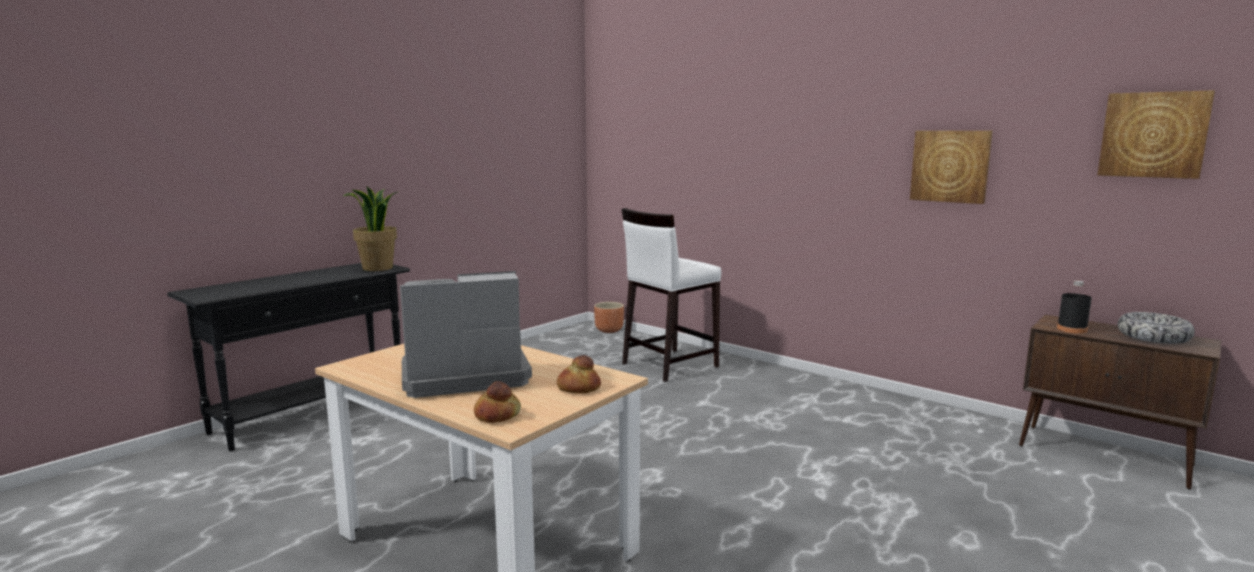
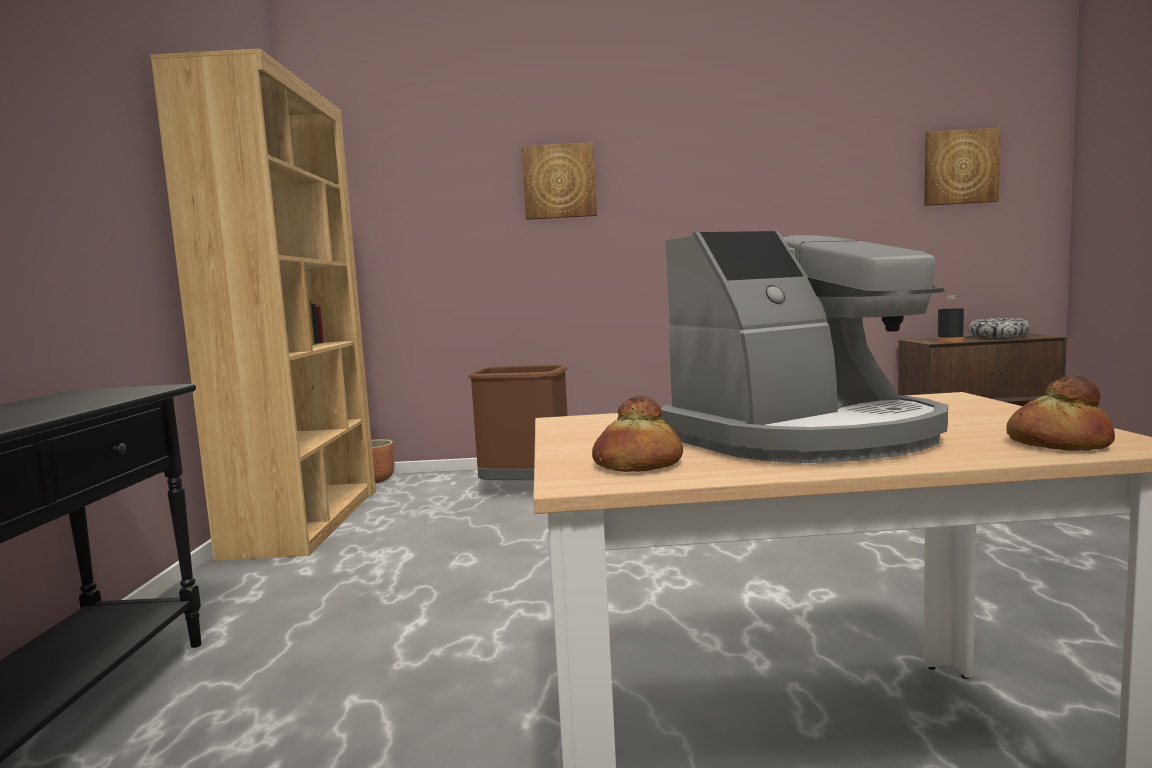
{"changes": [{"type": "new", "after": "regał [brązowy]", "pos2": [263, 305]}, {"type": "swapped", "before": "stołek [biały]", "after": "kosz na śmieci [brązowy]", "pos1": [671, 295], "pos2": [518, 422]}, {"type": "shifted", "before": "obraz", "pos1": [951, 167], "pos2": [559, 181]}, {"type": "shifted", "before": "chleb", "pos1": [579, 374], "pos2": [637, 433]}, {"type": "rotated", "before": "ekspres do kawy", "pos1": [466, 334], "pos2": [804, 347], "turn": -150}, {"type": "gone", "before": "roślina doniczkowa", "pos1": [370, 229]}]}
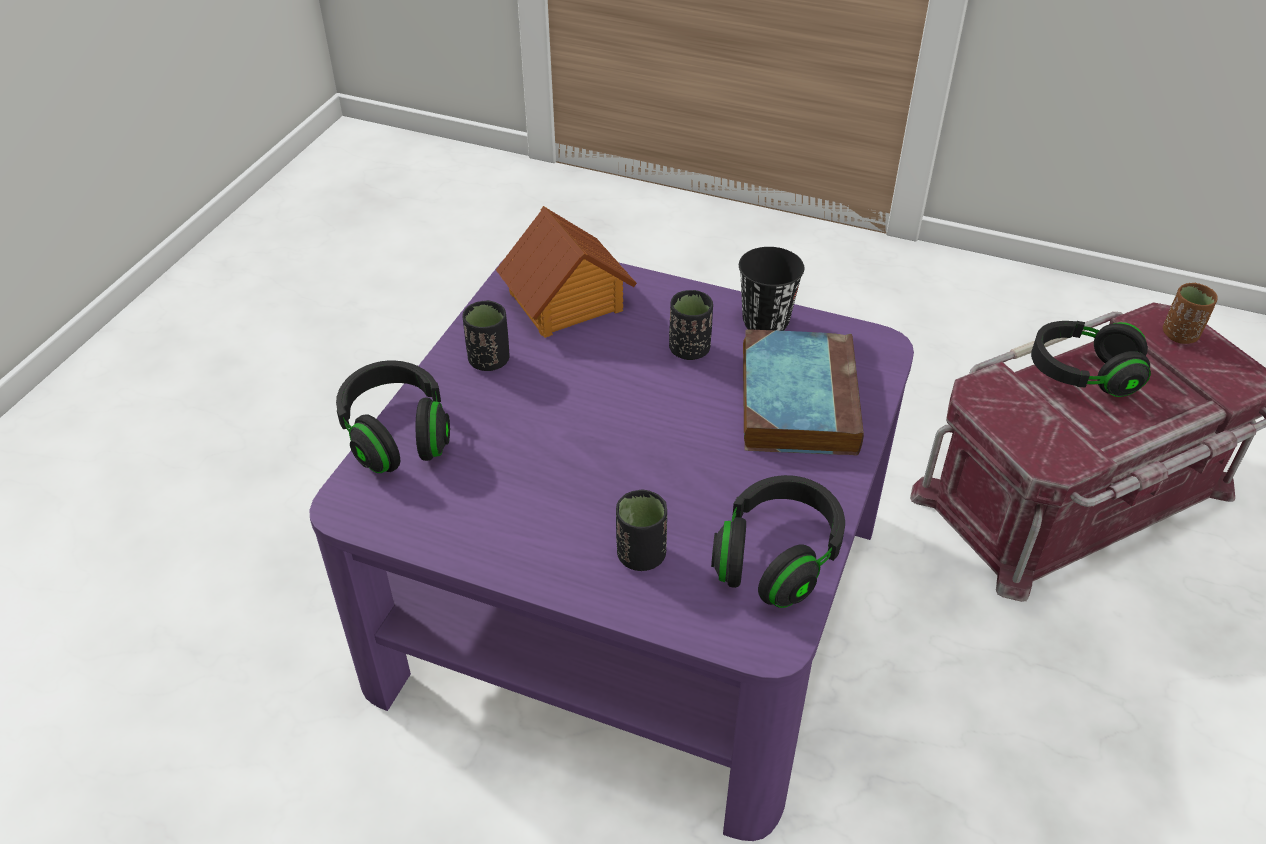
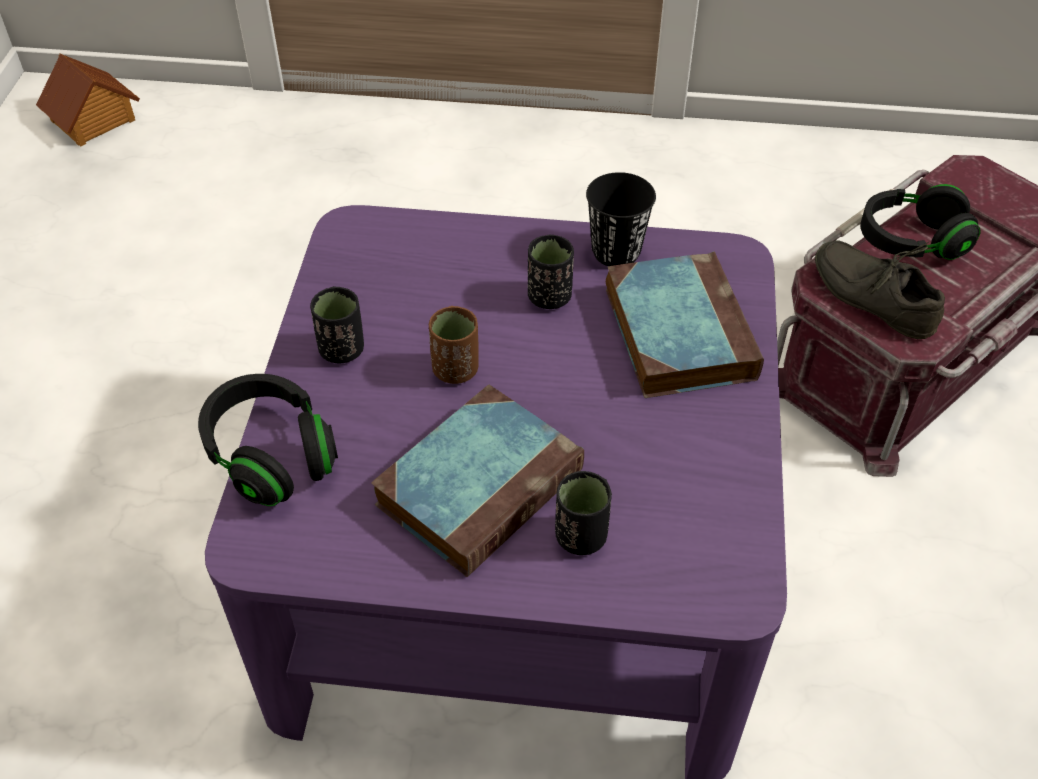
{"changes": [{"type": "shifted", "before": "domek", "pos1": [566, 272], "pos2": [88, 100]}, {"type": "new", "after": "książka", "pos2": [477, 481]}, {"type": "shifted", "before": "filiżanka [brązowy]", "pos1": [1190, 313], "pos2": [454, 345]}, {"type": "new", "after": "but [szary]", "pos2": [880, 289]}, {"type": "gone", "before": "słuchawki [czarny]", "pos1": [778, 541]}]}
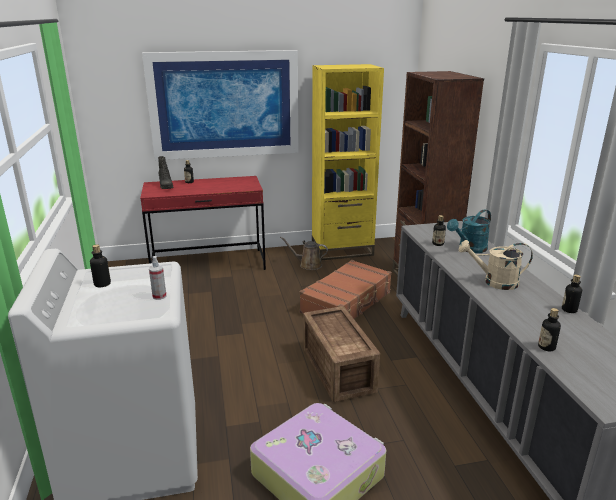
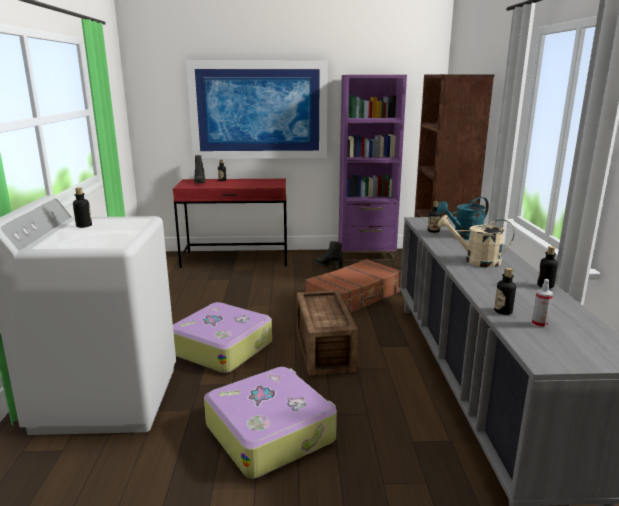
{"changes": [{"type": "new", "after": "walizka", "pos2": [222, 337]}, {"type": "swapped", "before": "konewka [brązowy]", "after": "but z cholewką [czarny]", "pos1": [304, 253], "pos2": [328, 254]}, {"type": "repainted", "before": "regał [żółty]", "after": "regał [fioletowy]", "pos1": [348, 162], "pos2": [372, 169]}, {"type": "shifted", "before": "spryskiwacz", "pos1": [158, 278], "pos2": [542, 303]}]}
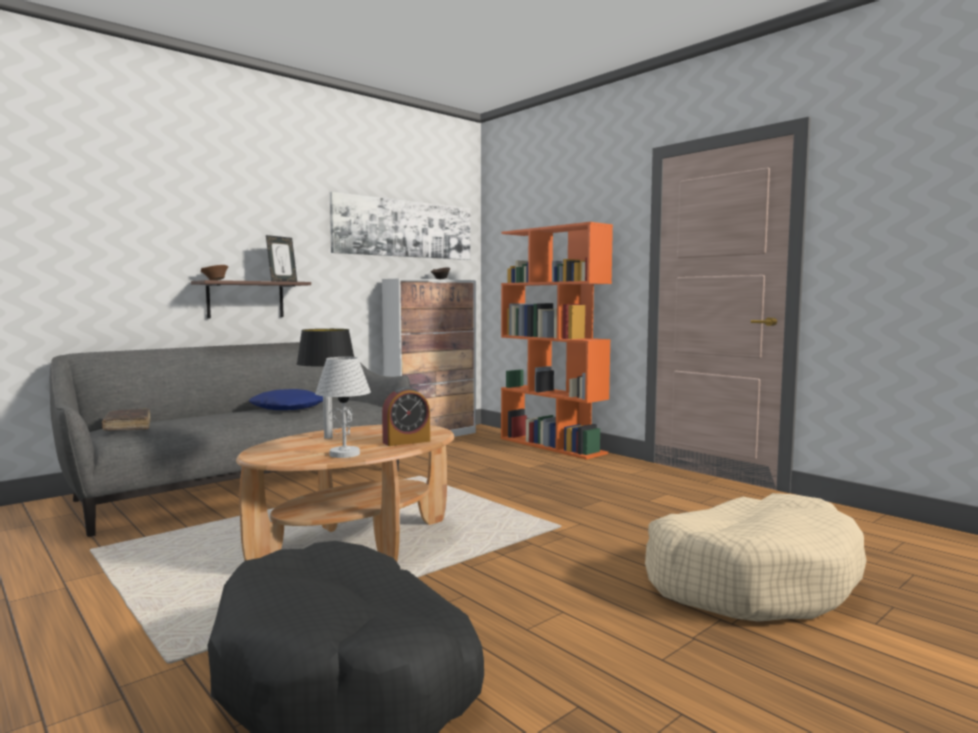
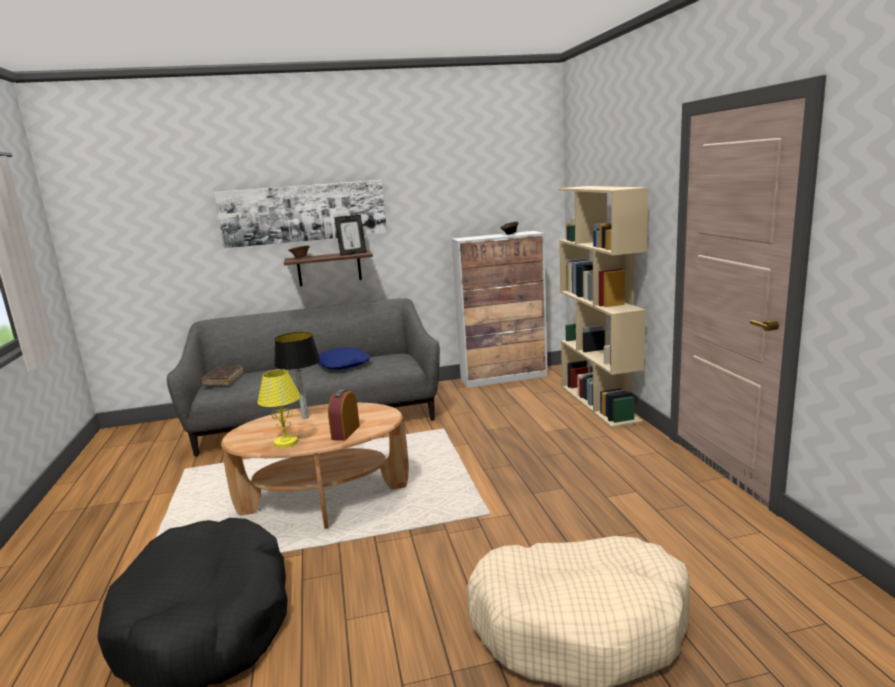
{"changes": [{"type": "shifted", "before": "obraz", "pos1": [400, 226], "pos2": [300, 214]}, {"type": "repainted", "before": "lampa stołowa [biały]", "after": "lampa stołowa [żółty]", "pos1": [343, 407], "pos2": [279, 408]}, {"type": "rotated", "before": "budzik", "pos1": [406, 416], "pos2": [344, 415], "turn": 105}, {"type": "repainted", "before": "regał [pomarańczowy]", "after": "regał [beżowy]", "pos1": [557, 340], "pos2": [603, 307]}]}
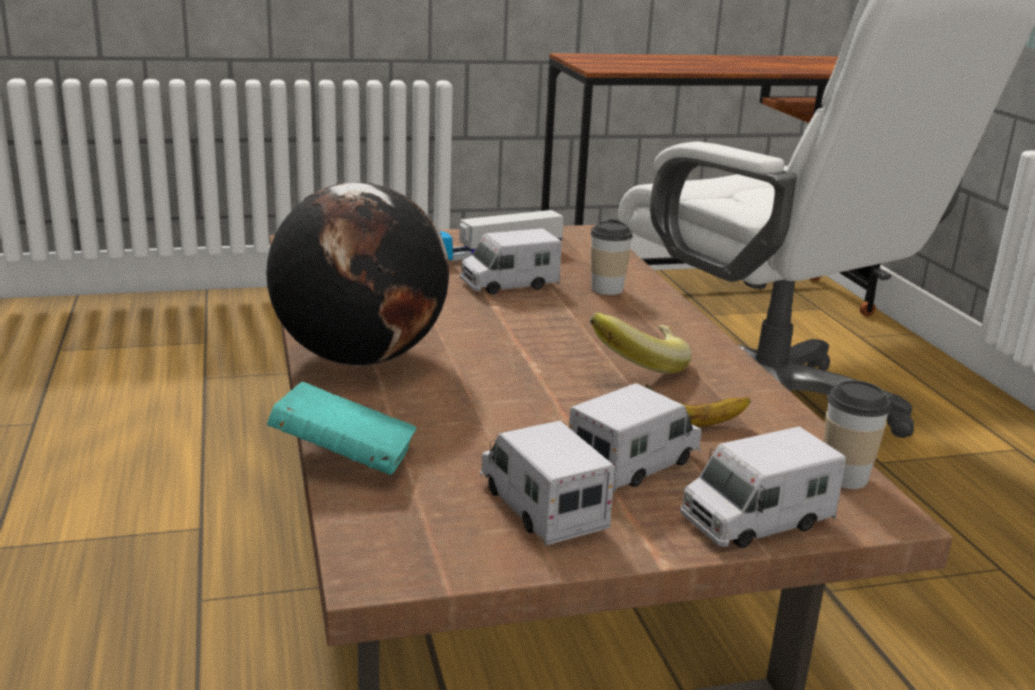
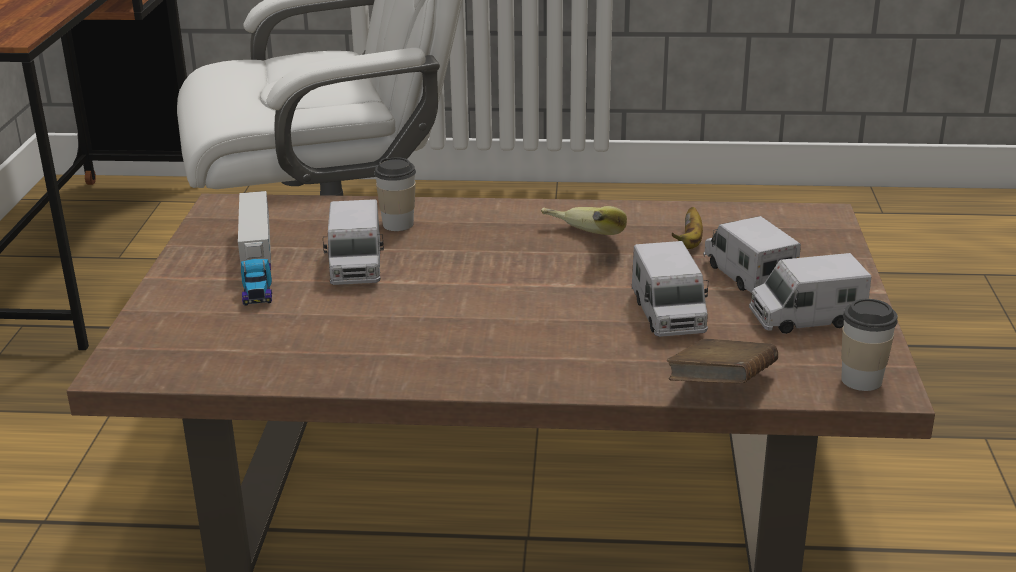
{"changes": [{"type": "shifted", "before": "ciężarówka zabawkowa", "pos1": [763, 487], "pos2": [670, 289]}, {"type": "repainted", "before": "książka [turkusowy]", "after": "książka [brązowy]", "pos1": [342, 428], "pos2": [722, 361]}, {"type": "shifted", "before": "filiżanka", "pos1": [857, 434], "pos2": [869, 345]}, {"type": "gone", "before": "globus", "pos1": [357, 274]}]}
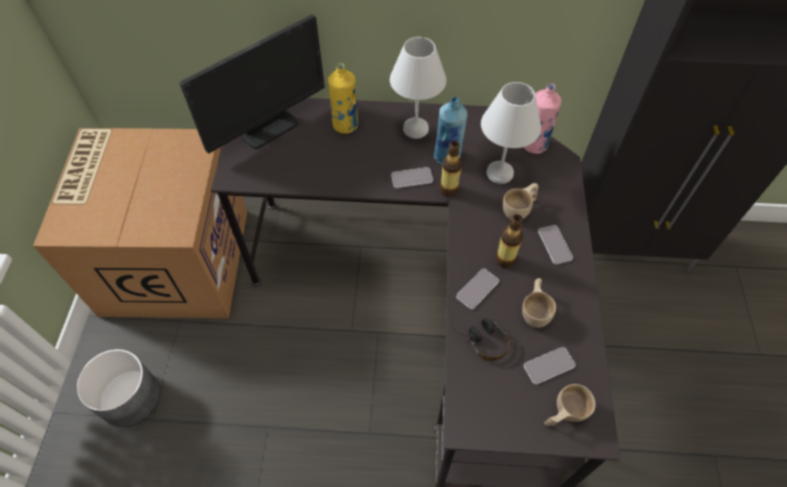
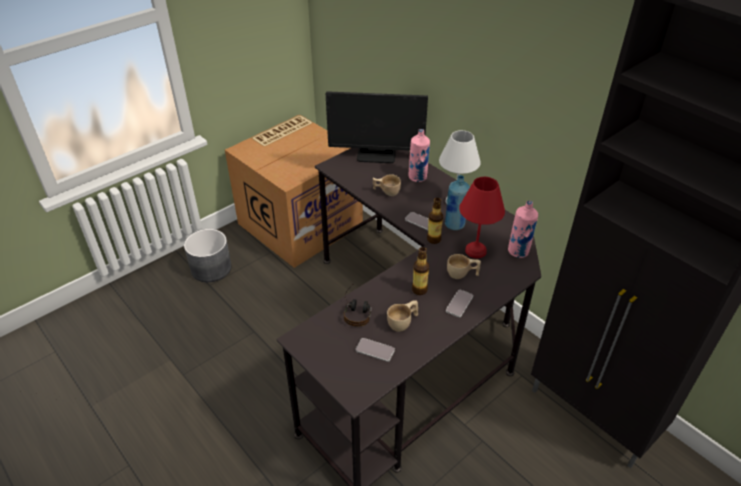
{"changes": [{"type": "shifted", "before": "filiżanka [beżowy]", "pos1": [570, 405], "pos2": [387, 185]}, {"type": "repainted", "before": "butelka [żółty]", "after": "butelka [różowy]", "pos1": [343, 98], "pos2": [419, 155]}, {"type": "repainted", "before": "lampa stołowa [biały]", "after": "lampa stołowa [czerwony]", "pos1": [511, 133], "pos2": [482, 217]}, {"type": "gone", "before": "telefon", "pos1": [477, 289]}]}
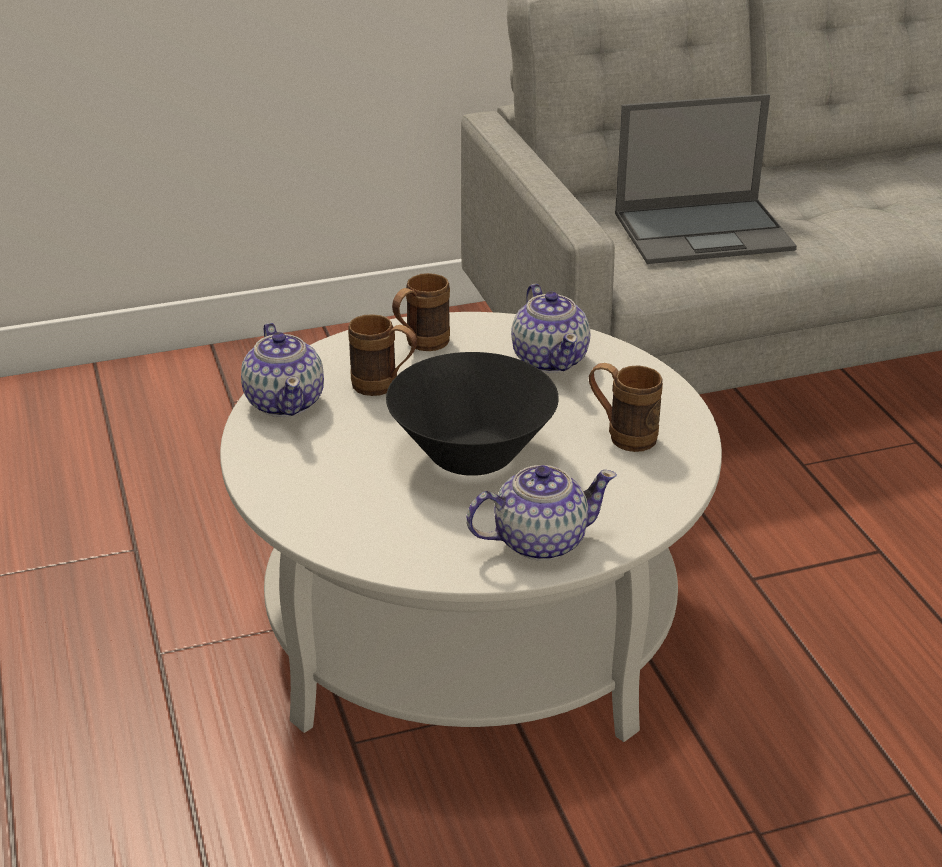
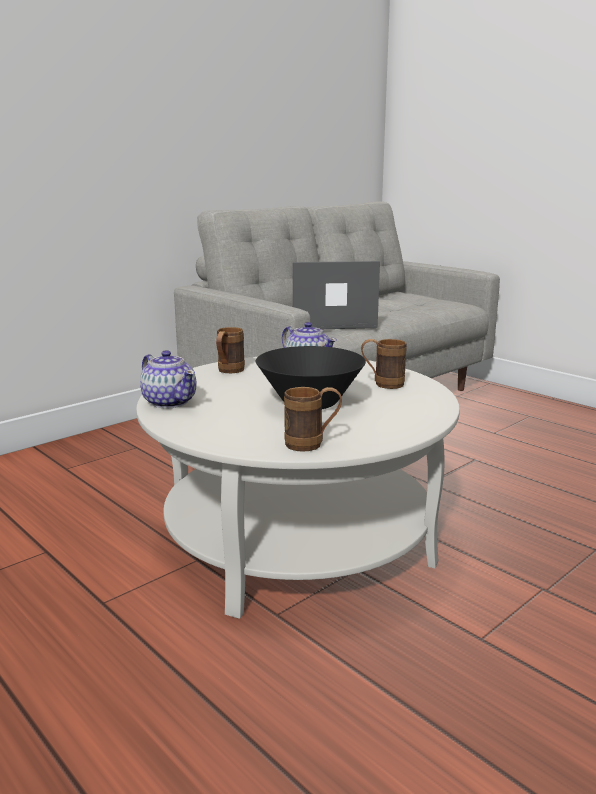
{"changes": [{"type": "shifted", "before": "kubek [brązowy]", "pos1": [382, 355], "pos2": [313, 419]}, {"type": "rotated", "before": "laptop", "pos1": [706, 179], "pos2": [336, 295], "turn": -150}, {"type": "gone", "before": "imbryk", "pos1": [541, 513]}]}
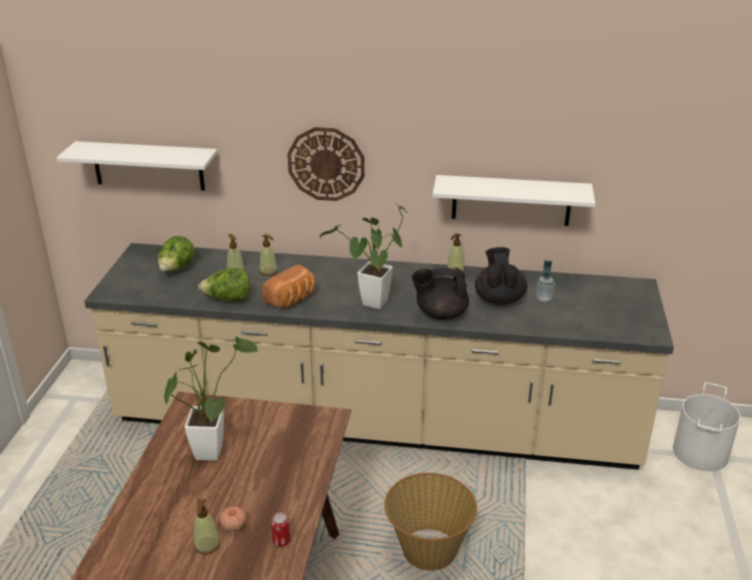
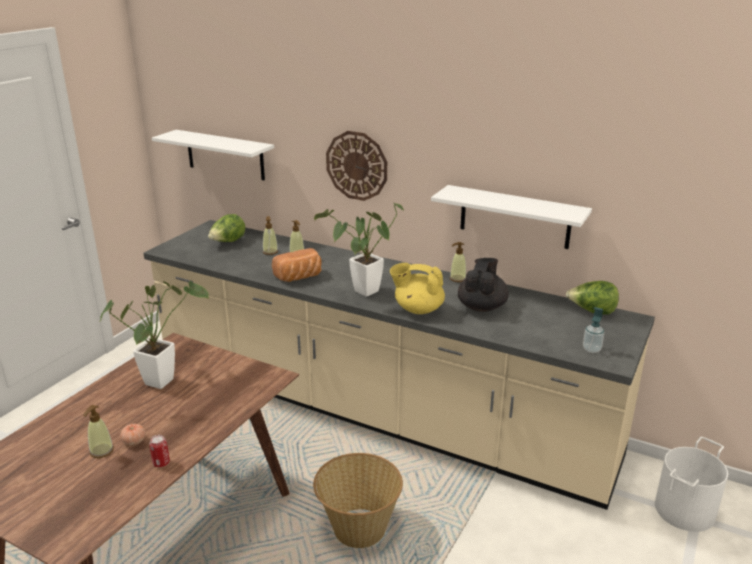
{"changes": [{"type": "repainted", "before": "imbryk [czarny]", "after": "imbryk [żółty]", "pos1": [440, 294], "pos2": [417, 288]}, {"type": "shifted", "before": "sałata", "pos1": [224, 285], "pos2": [592, 297]}, {"type": "shifted", "before": "dozownik mydła", "pos1": [545, 281], "pos2": [593, 330]}]}
